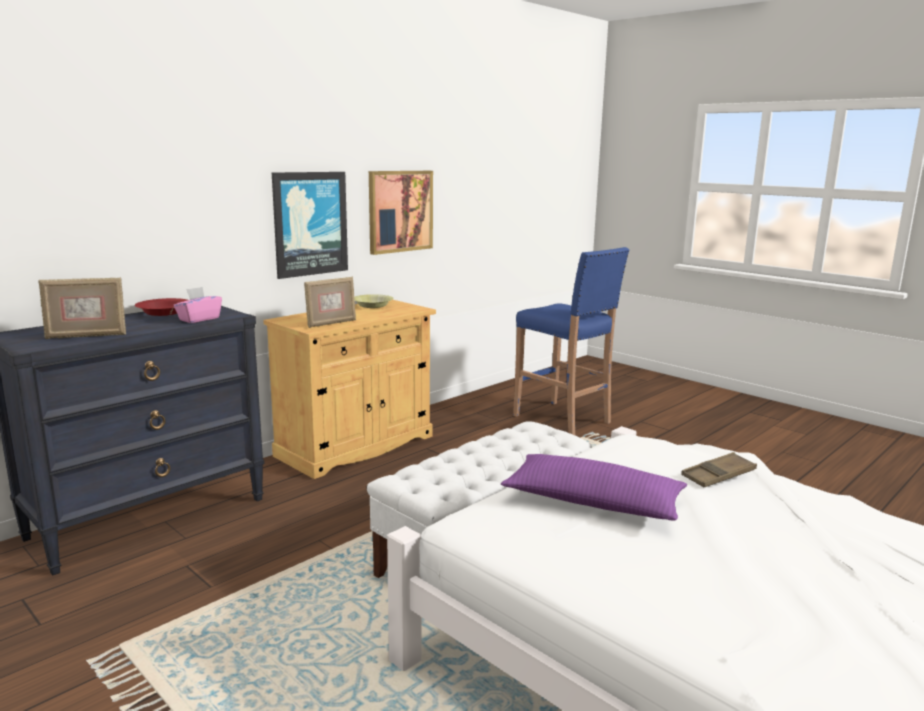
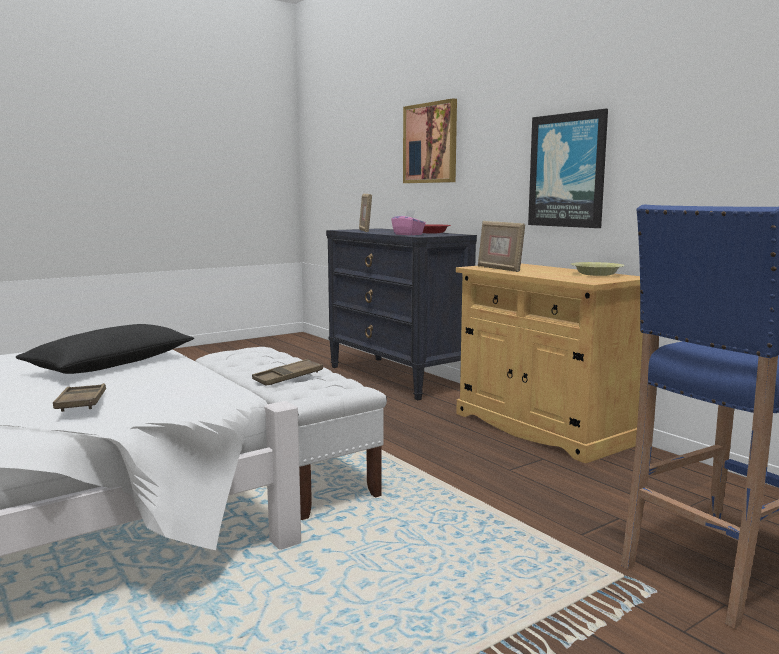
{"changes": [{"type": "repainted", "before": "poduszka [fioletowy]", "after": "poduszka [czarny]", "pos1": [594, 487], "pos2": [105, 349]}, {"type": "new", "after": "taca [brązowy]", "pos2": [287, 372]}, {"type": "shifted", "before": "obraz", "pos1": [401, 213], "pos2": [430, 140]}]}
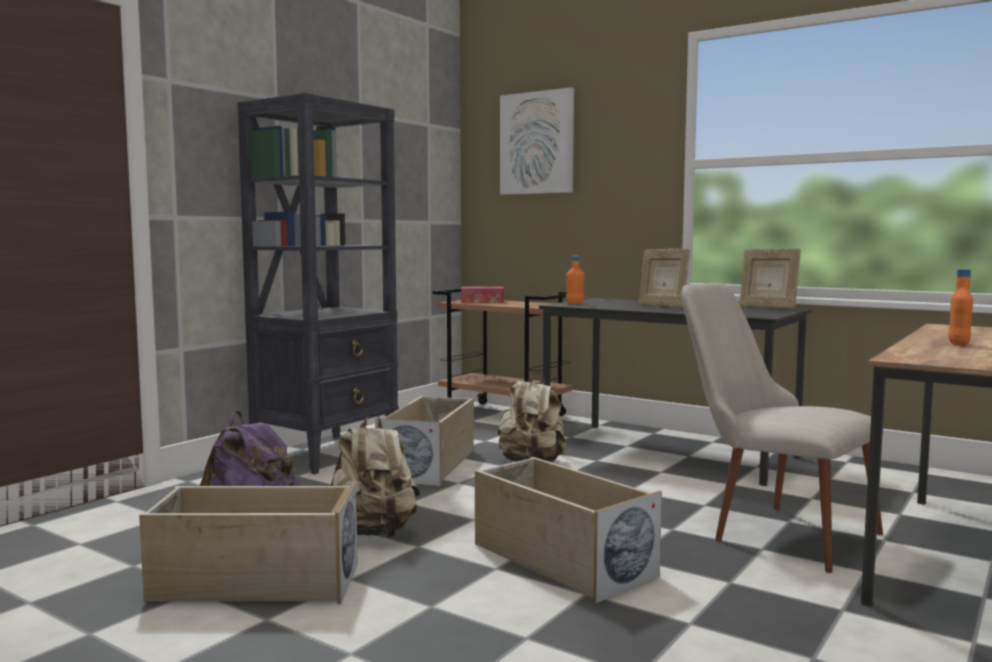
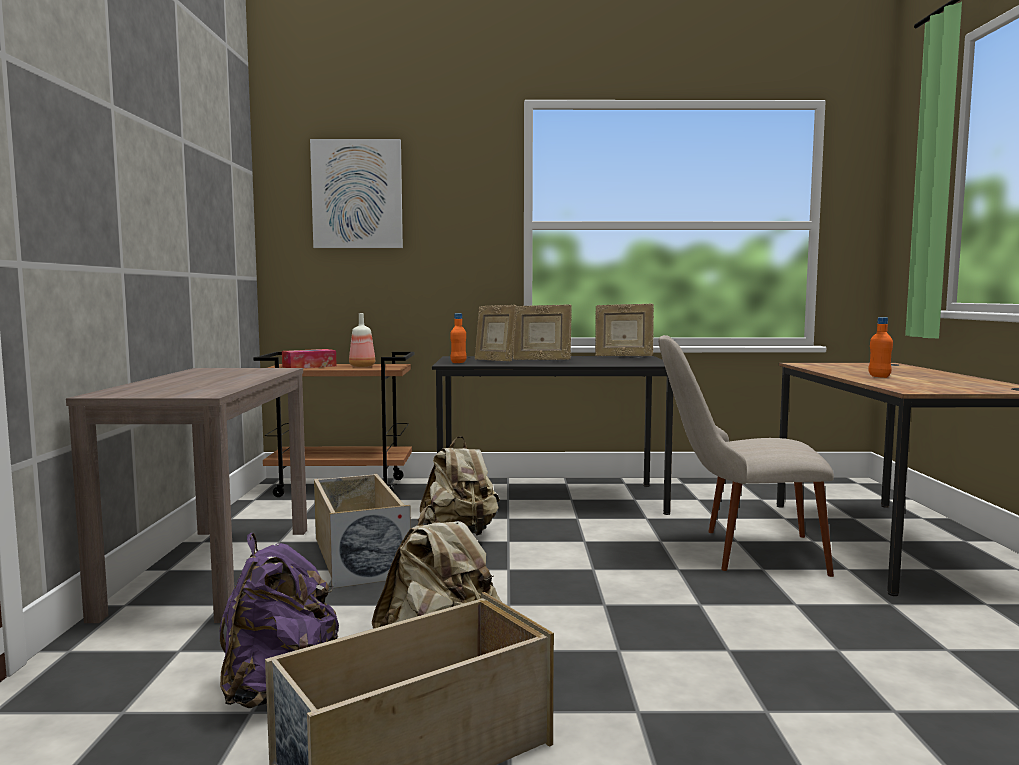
{"changes": [{"type": "swapped", "before": "regał [czarny]", "after": "stolik konsolowy [brązowy]", "pos1": [318, 283], "pos2": [186, 495]}, {"type": "new", "after": "butelka", "pos2": [362, 340]}, {"type": "new", "after": "ramka na zdjęcie", "pos2": [496, 333]}, {"type": "gone", "before": "pojemnik do przechowywania [beżowy]", "pos1": [568, 530]}]}
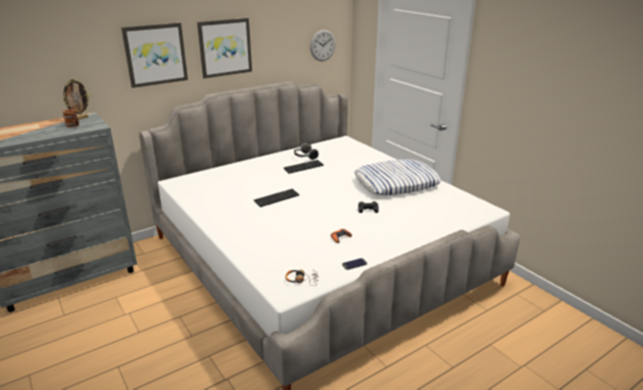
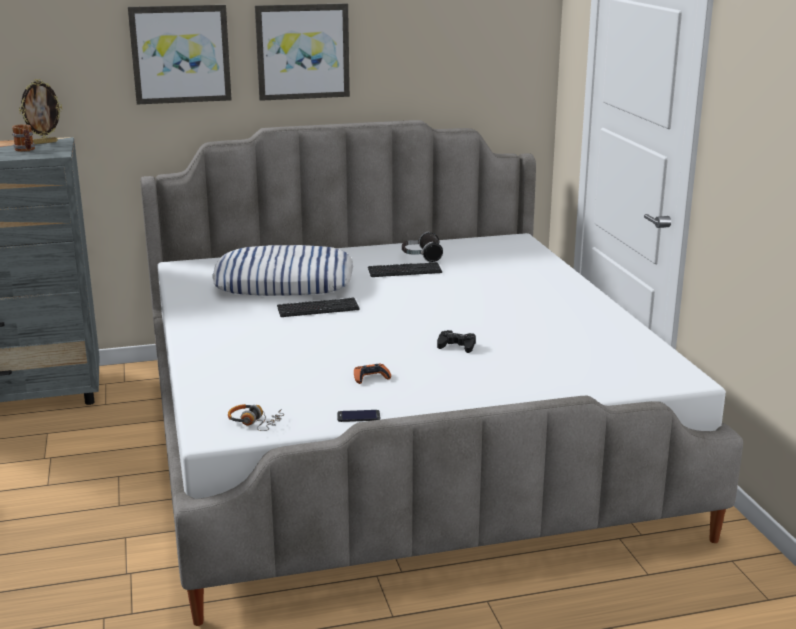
{"changes": [{"type": "shifted", "before": "poduszka", "pos1": [397, 177], "pos2": [282, 270]}, {"type": "gone", "before": "zegar ścienny", "pos1": [323, 45]}]}
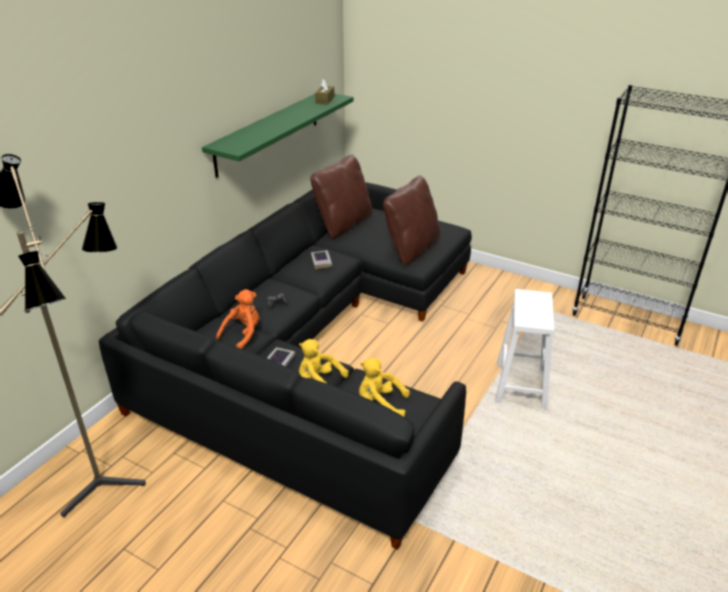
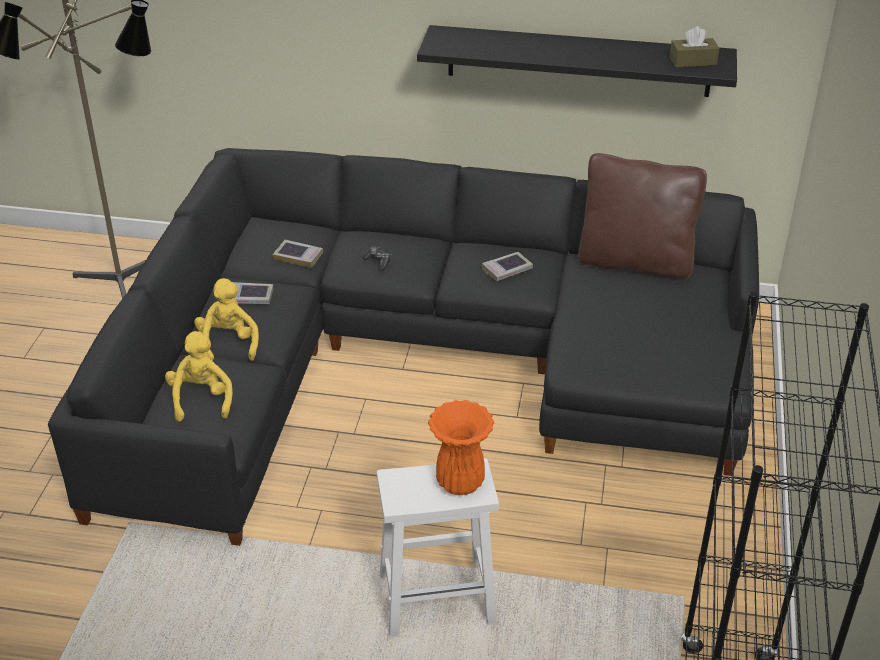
{"changes": [{"type": "swapped", "before": "pluszak [pomarańczowy]", "after": "książka", "pos1": [237, 319], "pos2": [298, 254]}, {"type": "repainted", "before": "półka [zielony]", "after": "półka [czarny]", "pos1": [277, 136], "pos2": [577, 61]}, {"type": "new", "after": "wazon [pomarańczowy]", "pos2": [461, 447]}, {"type": "gone", "before": "poduszka [brązowy]", "pos1": [411, 221]}]}
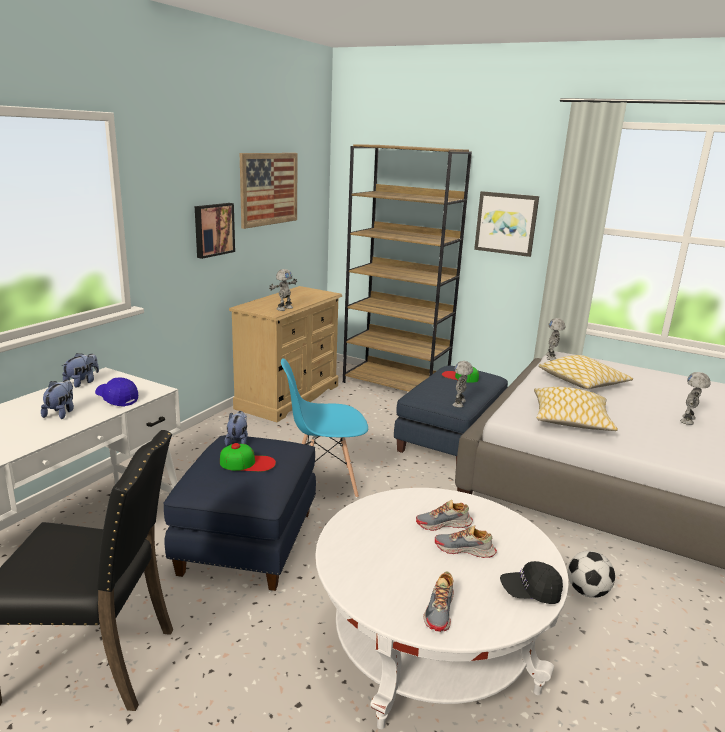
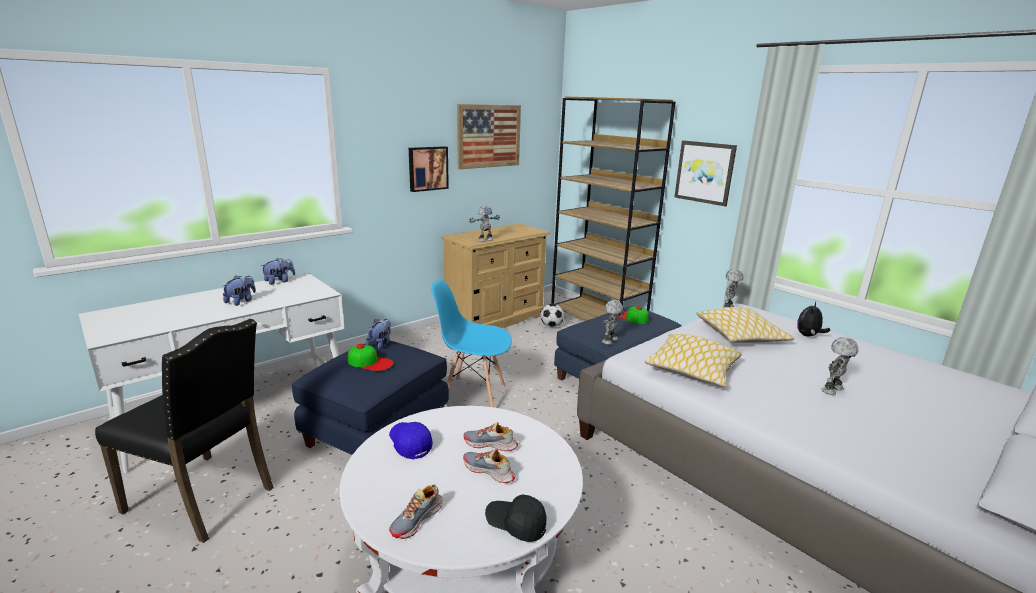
{"changes": [{"type": "shifted", "before": "czapka z daszkiem [niebieski]", "pos1": [116, 392], "pos2": [411, 440]}, {"type": "shifted", "before": "piłka futbolowa", "pos1": [591, 574], "pos2": [552, 315]}, {"type": "new", "after": "pluszak", "pos2": [813, 319]}]}
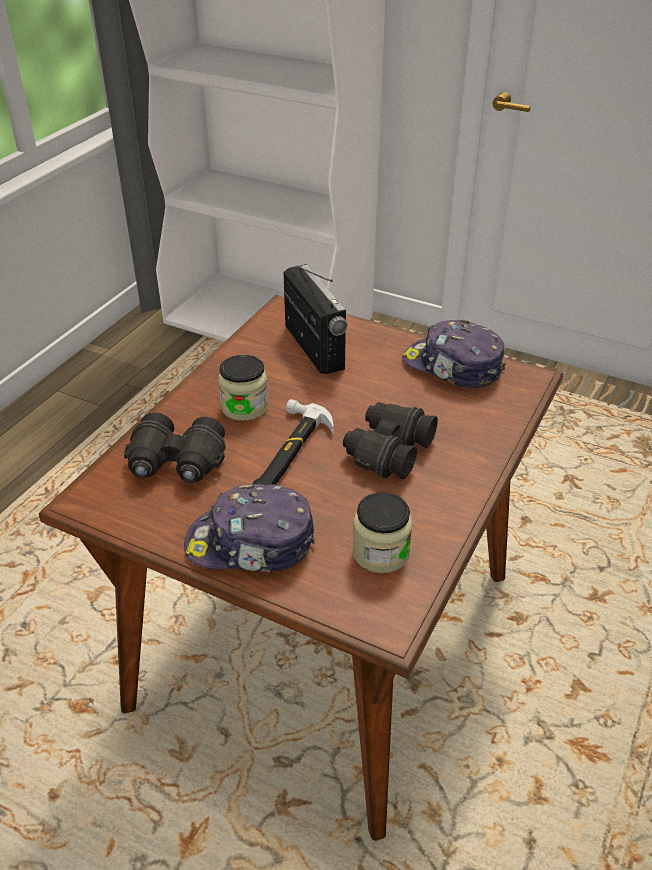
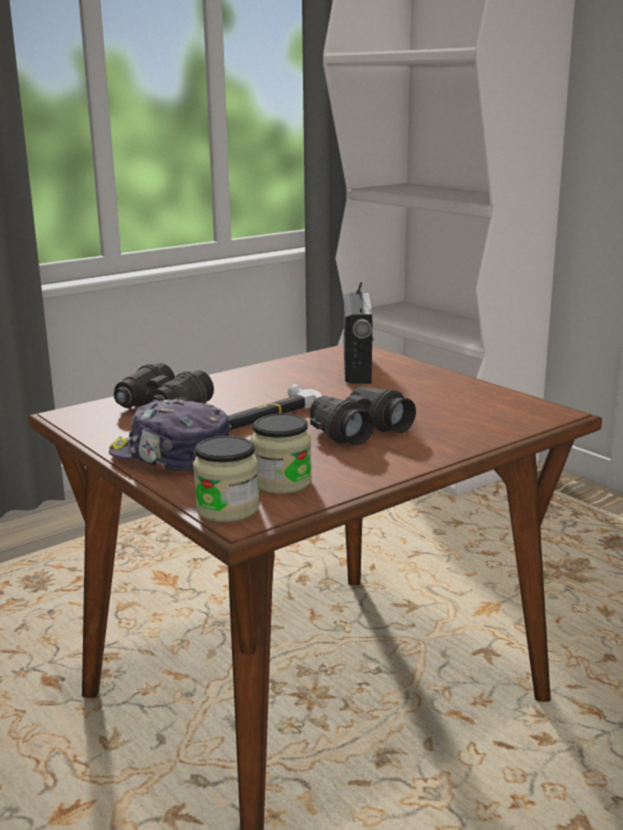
{"changes": [{"type": "shifted", "before": "słoik", "pos1": [243, 388], "pos2": [226, 479]}, {"type": "gone", "before": "czapka z daszkiem", "pos1": [454, 354]}]}
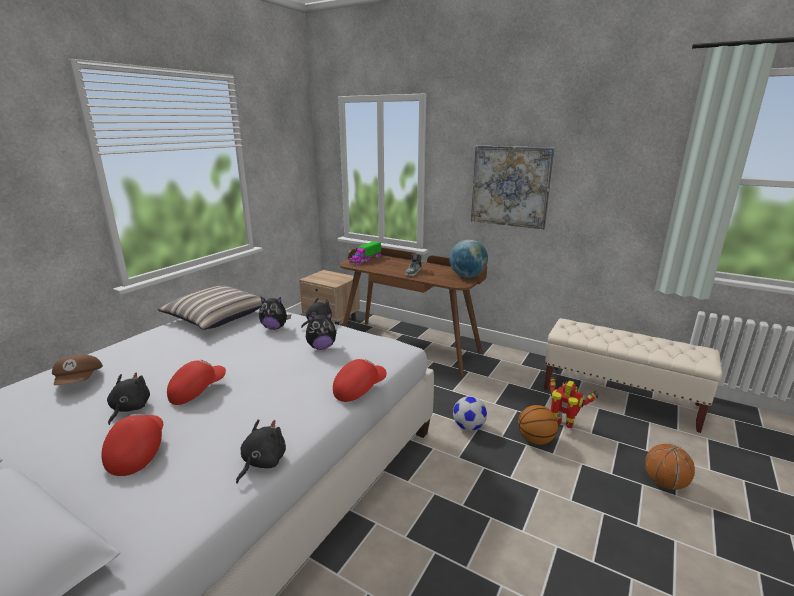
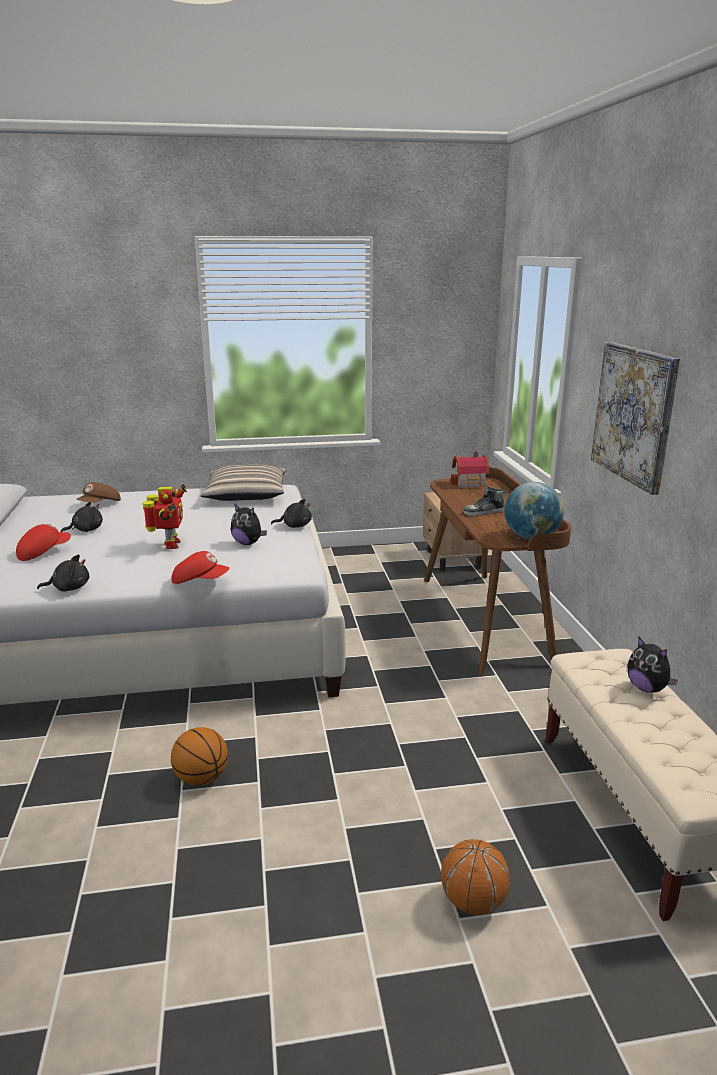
{"changes": [{"type": "shifted", "before": "robot zabawkowy", "pos1": [574, 401], "pos2": [165, 516]}, {"type": "shifted", "before": "piłka do koszykówki", "pos1": [538, 425], "pos2": [199, 756]}, {"type": "swapped", "before": "ciężarówka zabawkowa", "after": "domek", "pos1": [365, 253], "pos2": [470, 470]}, {"type": "shifted", "before": "pluszak", "pos1": [275, 313], "pos2": [652, 665]}, {"type": "gone", "before": "czapka z daszkiem [czerwony]", "pos1": [196, 382]}, {"type": "gone", "before": "piłka futbolowa", "pos1": [470, 413]}]}
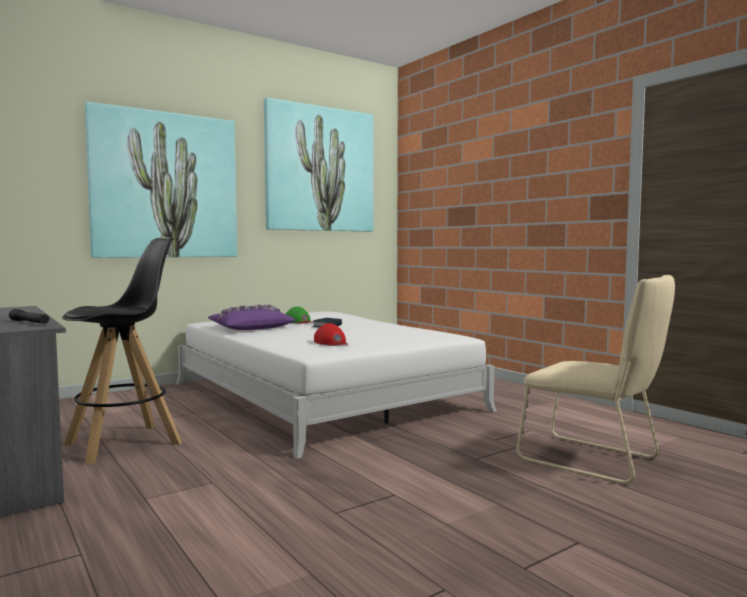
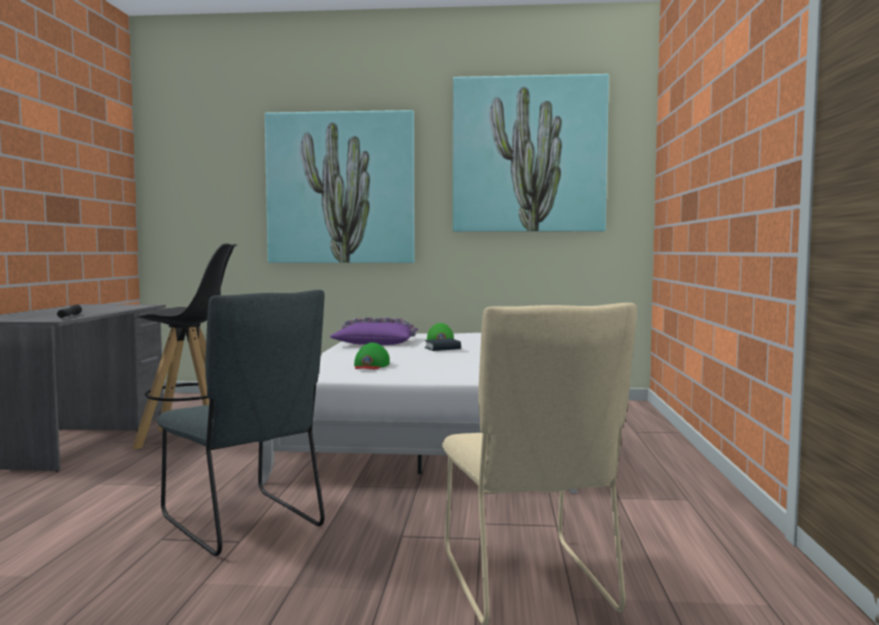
{"changes": [{"type": "new", "after": "krzesło [szary]", "pos2": [241, 423]}, {"type": "repainted", "before": "czapka z daszkiem [czerwony]", "after": "czapka z daszkiem [zielony]", "pos1": [331, 334], "pos2": [372, 356]}]}
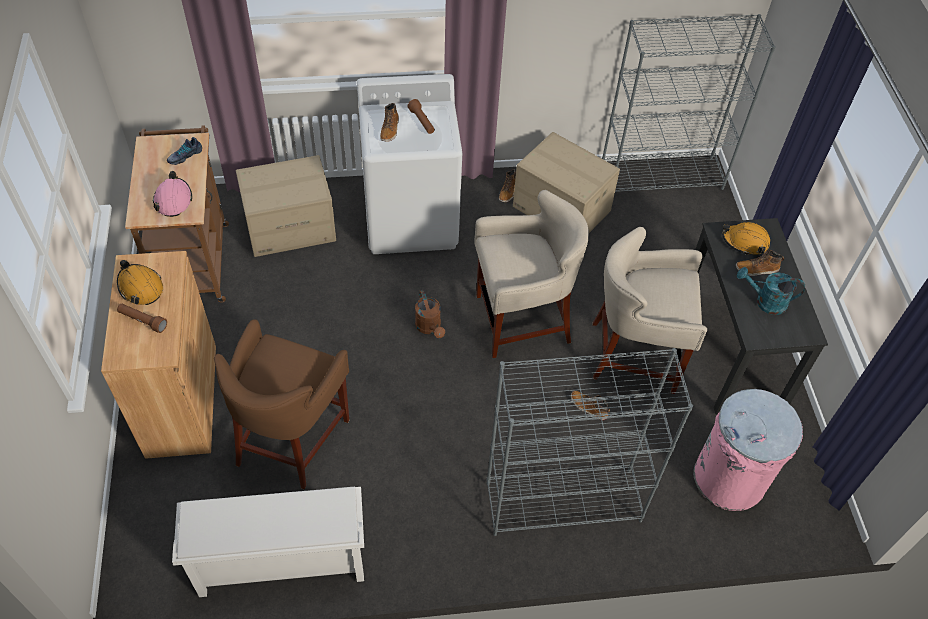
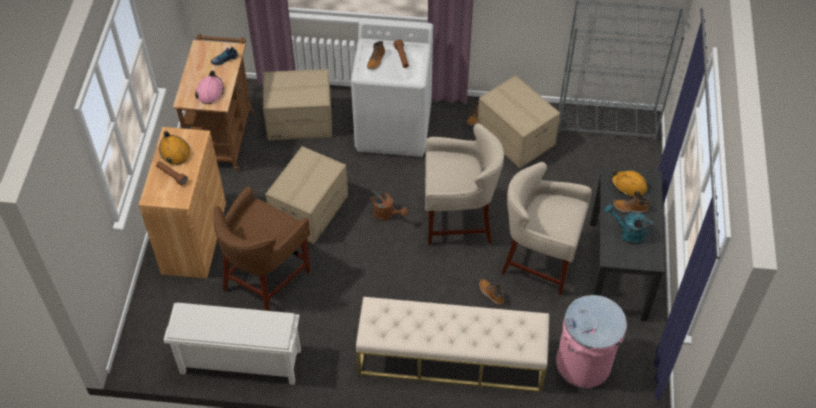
{"changes": [{"type": "new", "after": "karton", "pos2": [307, 195]}, {"type": "swapped", "before": "regał [szary]", "after": "ławka [beżowy]", "pos1": [589, 442], "pos2": [452, 344]}, {"type": "rotated", "before": "konewka [brązowy]", "pos1": [430, 314], "pos2": [388, 205], "turn": -45}]}
